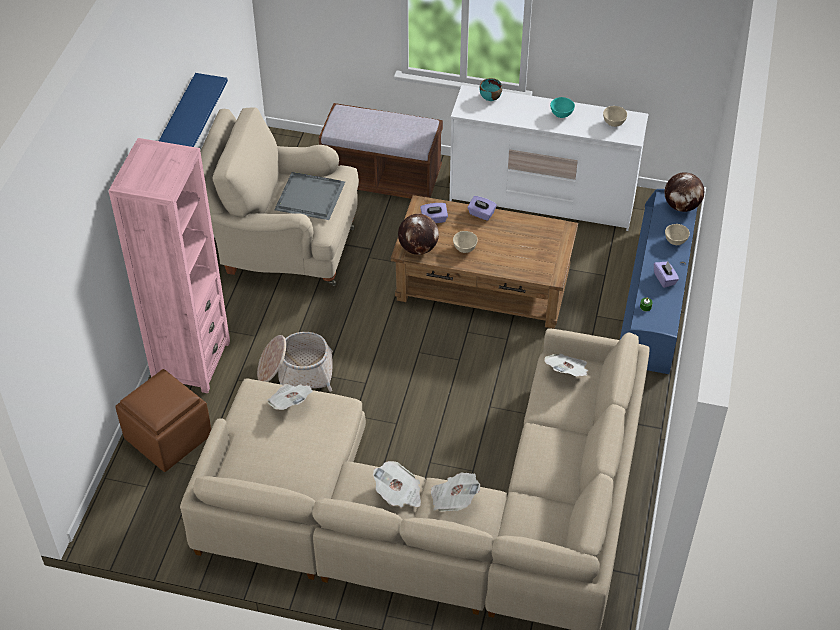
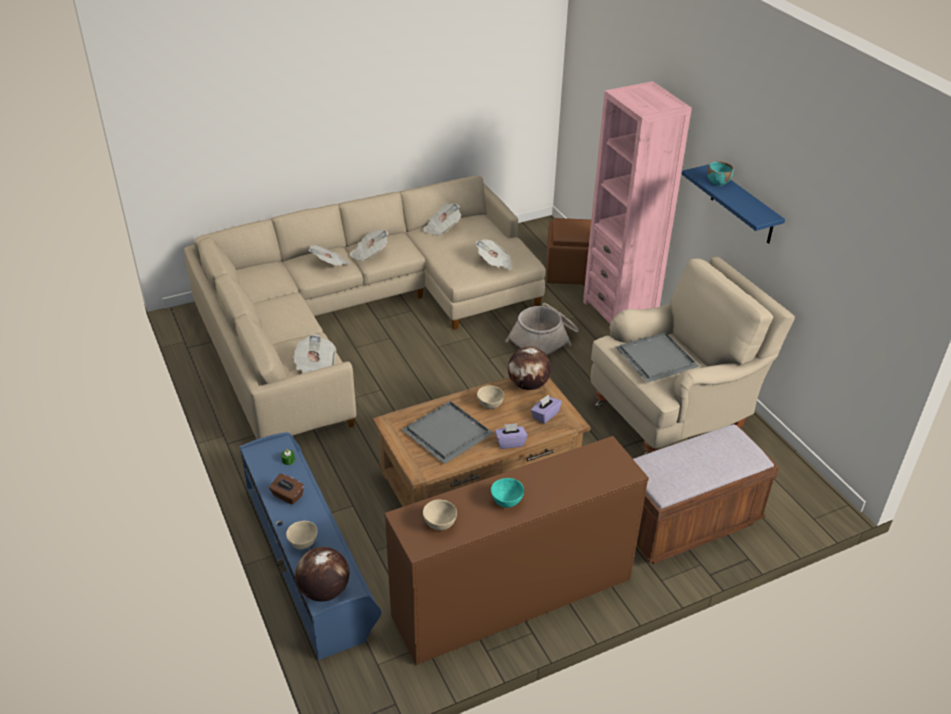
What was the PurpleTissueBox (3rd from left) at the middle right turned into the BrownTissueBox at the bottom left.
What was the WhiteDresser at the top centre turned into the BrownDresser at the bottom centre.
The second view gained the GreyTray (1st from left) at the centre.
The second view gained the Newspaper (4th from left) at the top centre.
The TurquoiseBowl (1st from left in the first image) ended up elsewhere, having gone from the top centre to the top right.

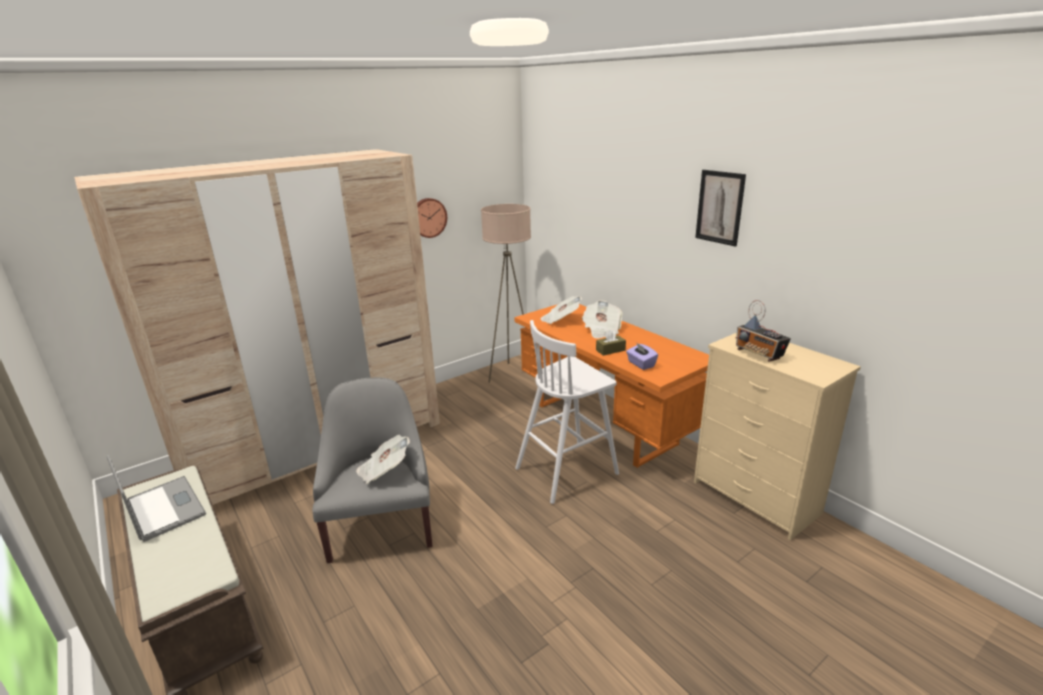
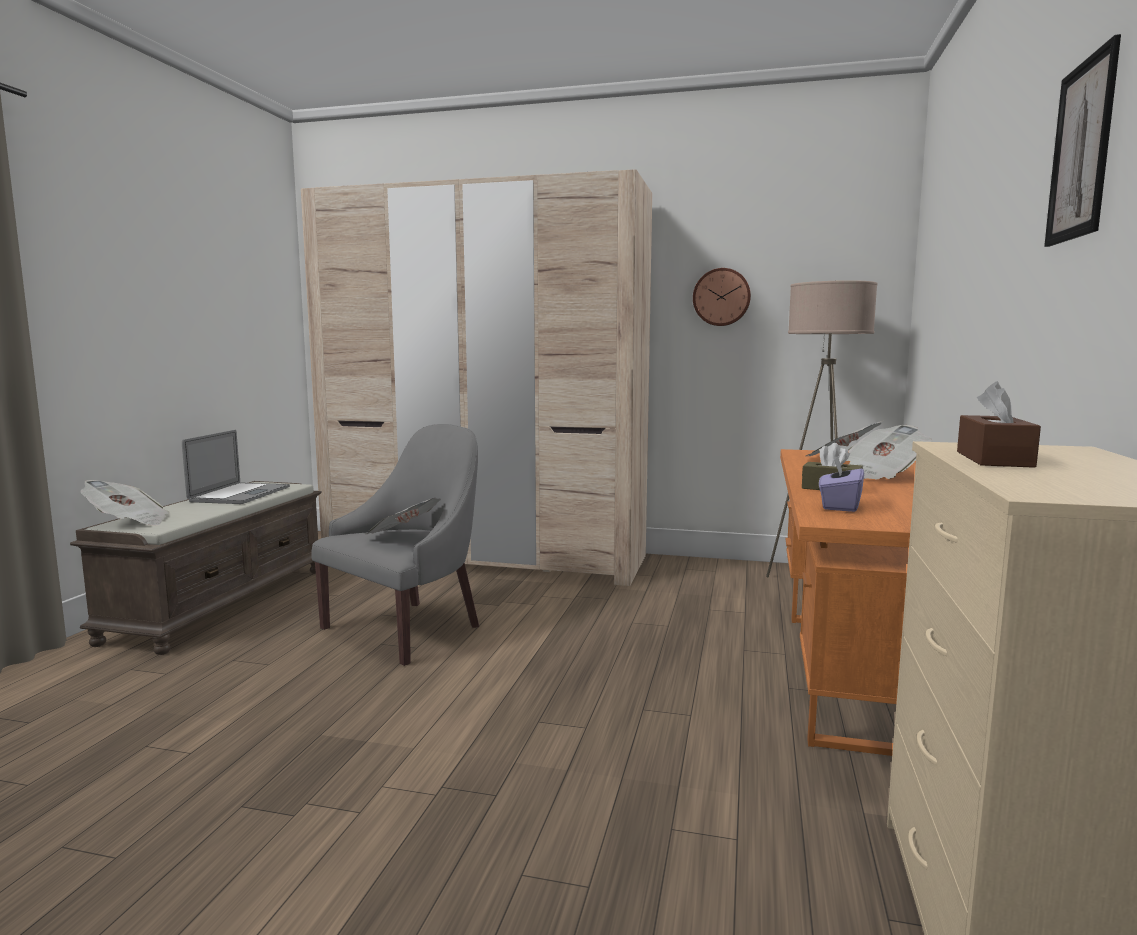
The second view gained the Newspaper (1st from left) at the middle left.
Where the Radio stood at the middle right, the BrownTissueBox (2nd from left) came to stand at the middle right.
The second view lost the WhiteStool at the centre.

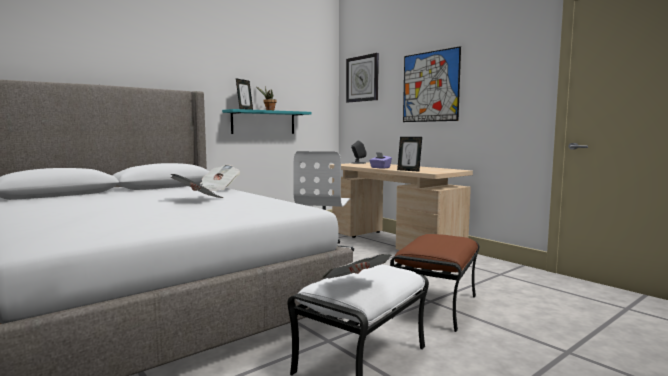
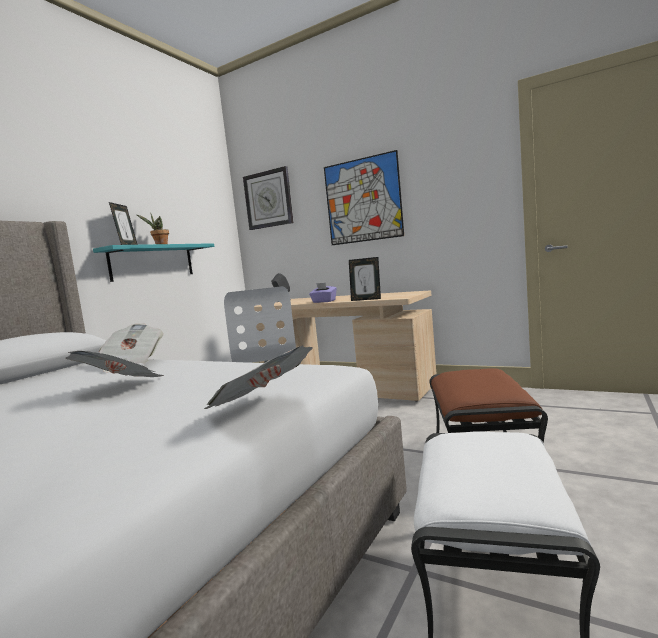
The Newspaper (3rd from left) ended up elsewhere, having gone from the bottom centre to the centre.

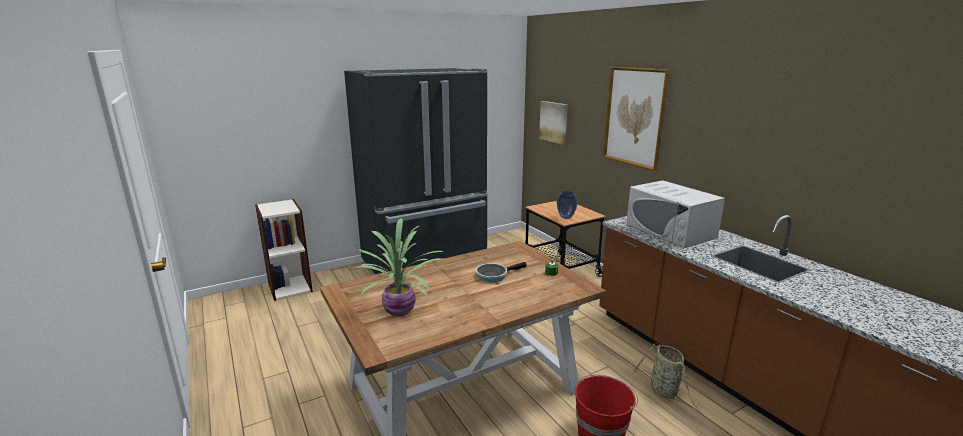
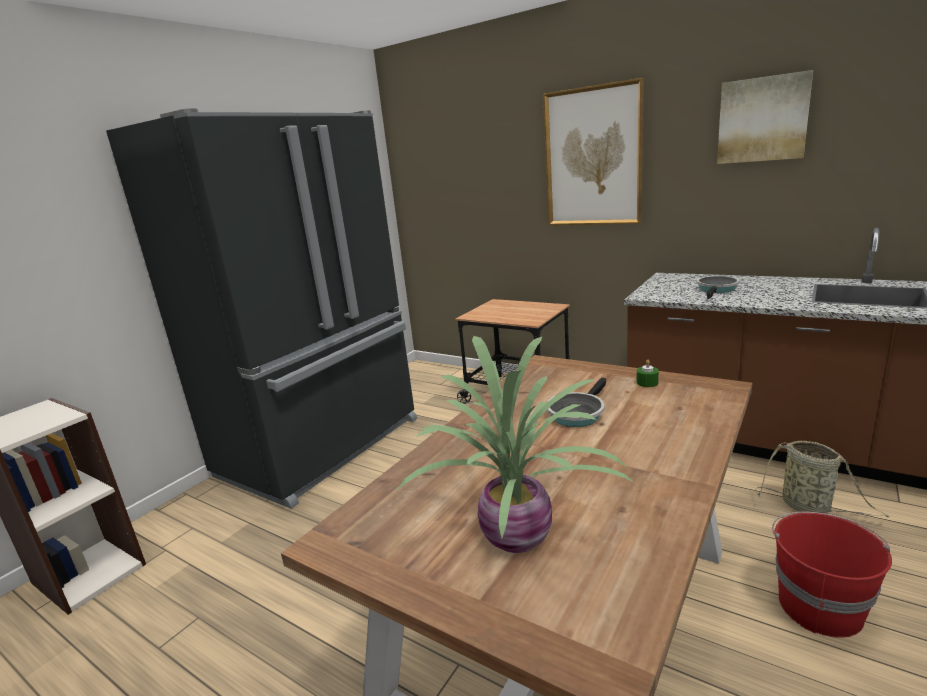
Where the WhiteMicrowave stood at the middle right, the FryingPan (2nd from left) came to stand at the middle right.
The Picture (1st from left in the first image) ended up elsewhere, having gone from the top centre to the top right.
The second view lost the Vase at the centre.

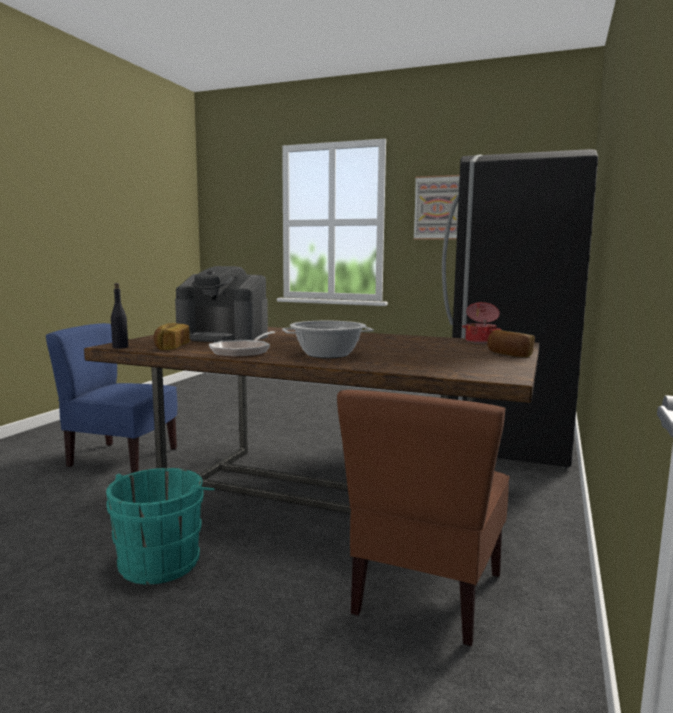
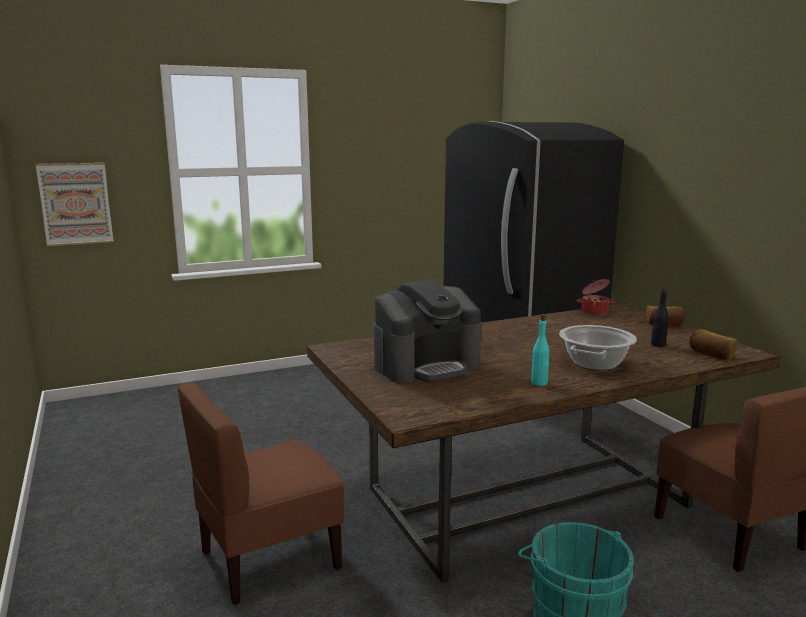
The Picture ended up elsewhere, having gone from the top centre to the top left.
What was the BlueChair at the middle left turned into the BrownChair (1st from left) at the bottom left.
Where the FryingPan stood at the centre, the TurquoiseBottle came to stand at the middle right.
The BlackBottle ended up elsewhere, having gone from the middle left to the middle right.
The Bread (1st from left in the first image) ended up elsewhere, having gone from the middle left to the middle right.

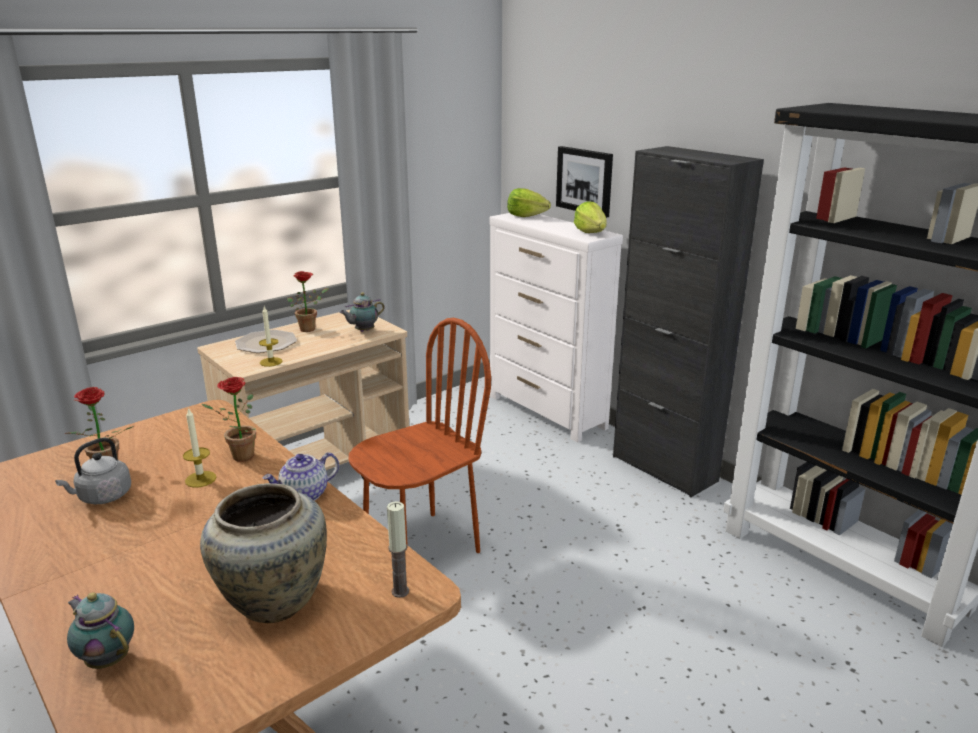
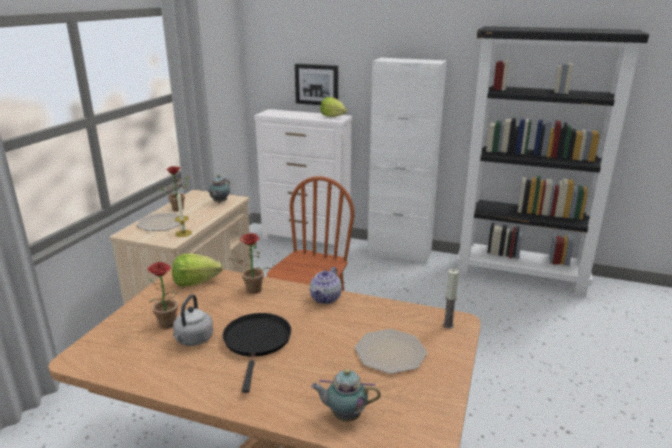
The Lettuce (1st from left) ended up elsewhere, having gone from the top centre to the middle left.
The second view gained the BlackFryingPan at the bottom centre.
Where the BeigeVase stood at the bottom left, the Plate (2nd from left) came to stand at the bottom centre.
What was the BlackCabinet at the middle right turned into the WhiteCabinet at the centre.
The second view lost the Candle (1st from left) at the middle left.

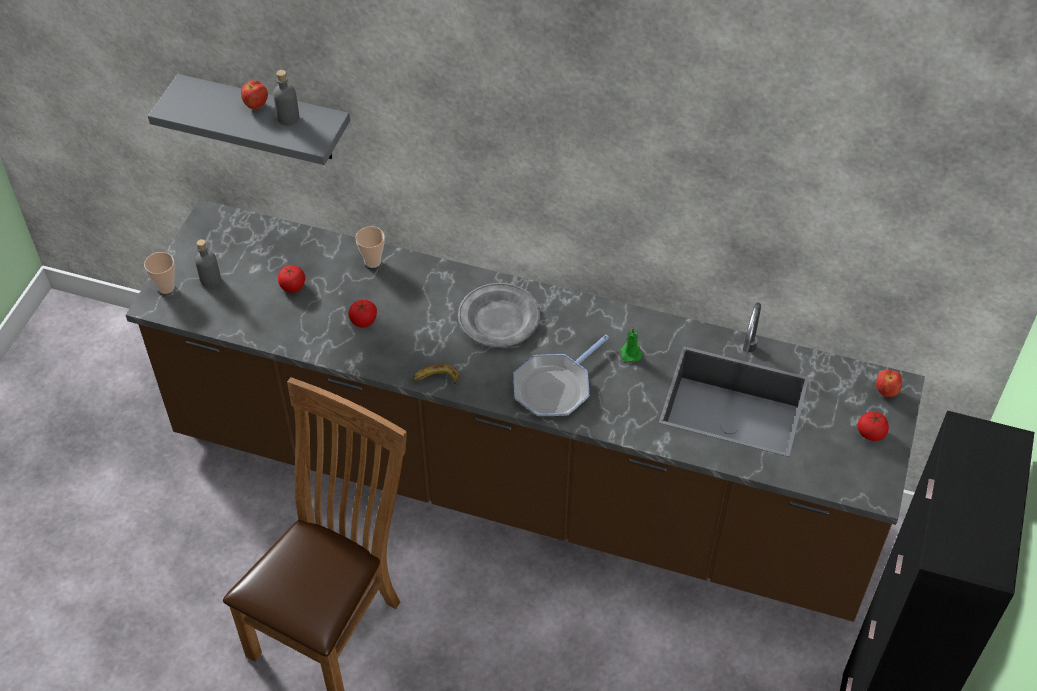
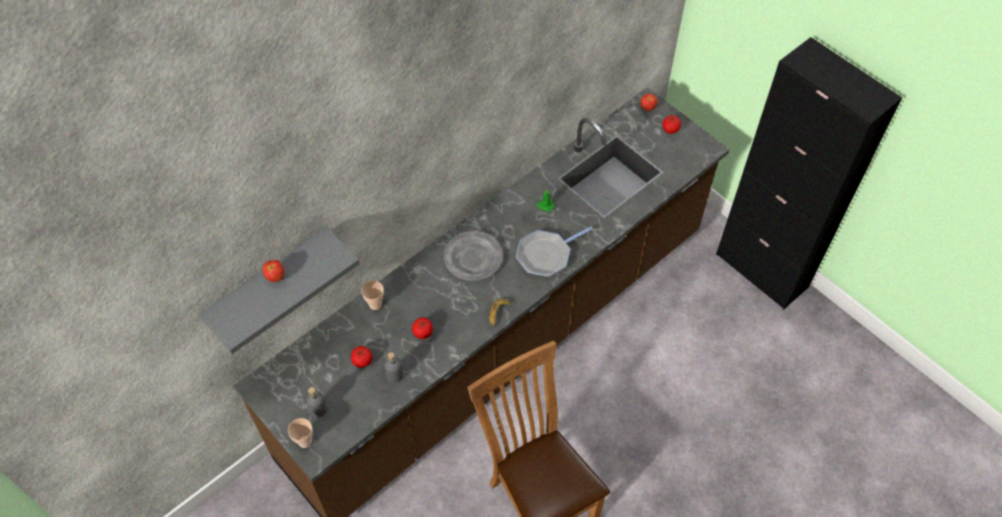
The GreyBottle (2nd from left) ended up elsewhere, having gone from the top left to the bottom centre.
The FryingPan at the centre ended up facing another way, 75 degrees clockwise from before.

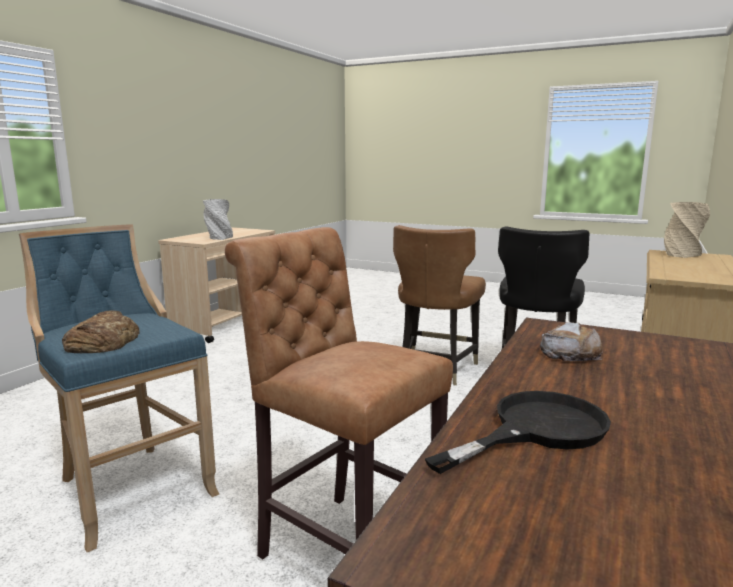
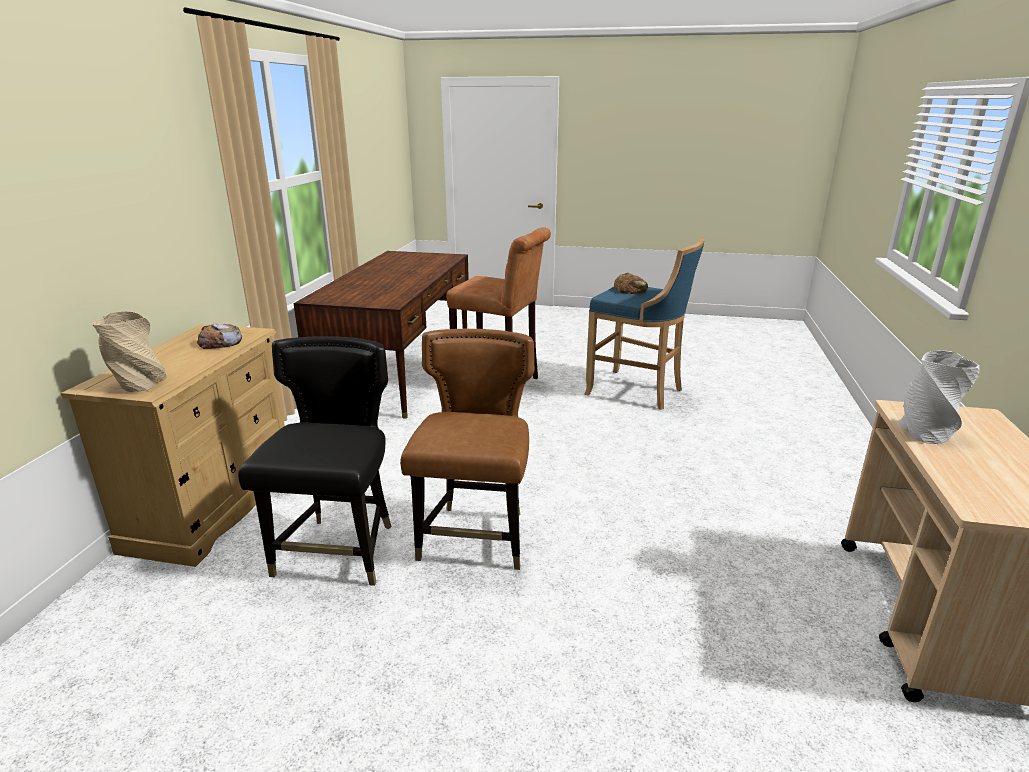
The Bread (2nd from left in the first image) ended up elsewhere, having gone from the middle right to the middle left.
The second view lost the BlackFryingPan at the bottom right.

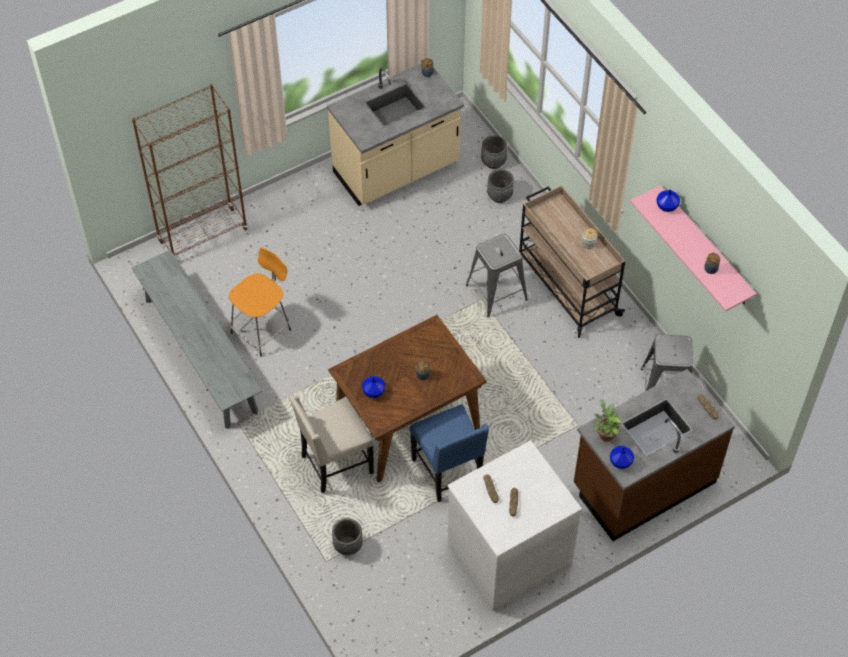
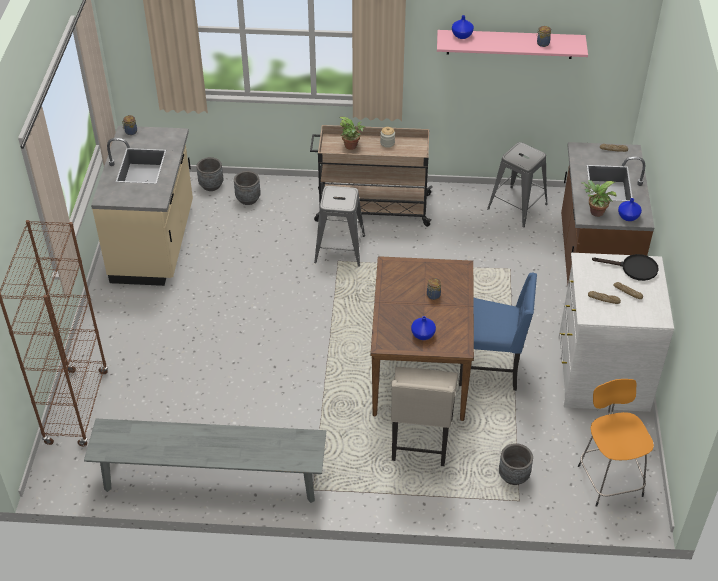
The second view gained the PottedPlant (1st from left) at the top centre.
The OrangeStool ended up elsewhere, having gone from the middle left to the bottom right.
The second view gained the BlackFryingPan at the middle right.

